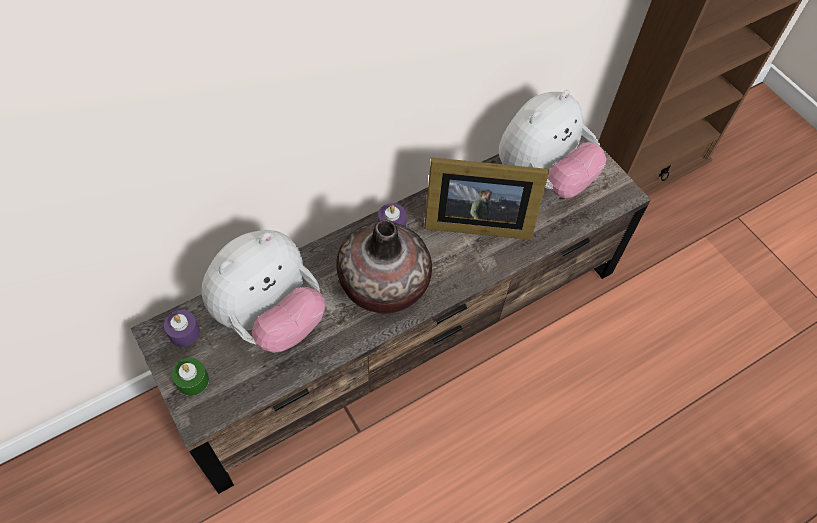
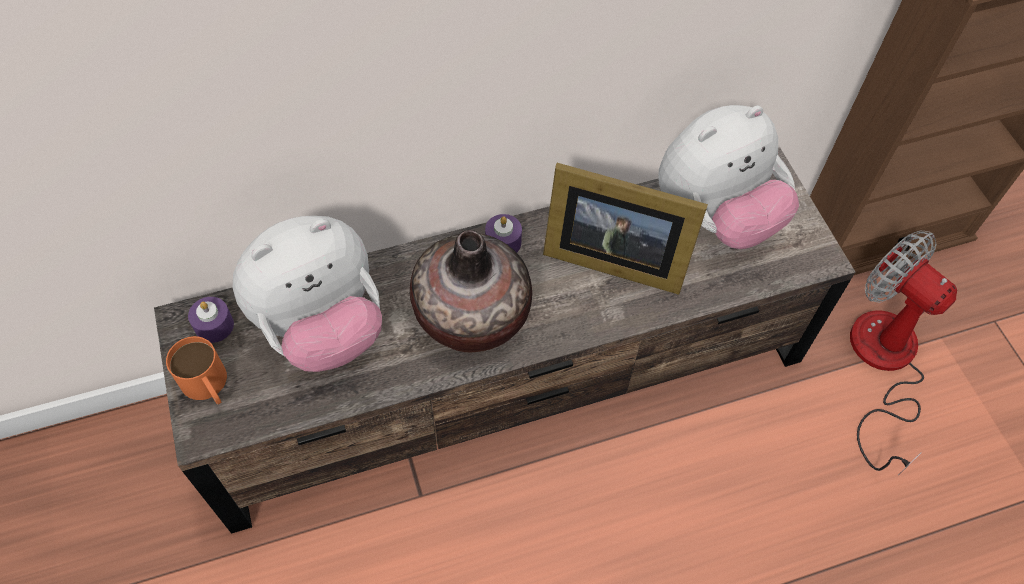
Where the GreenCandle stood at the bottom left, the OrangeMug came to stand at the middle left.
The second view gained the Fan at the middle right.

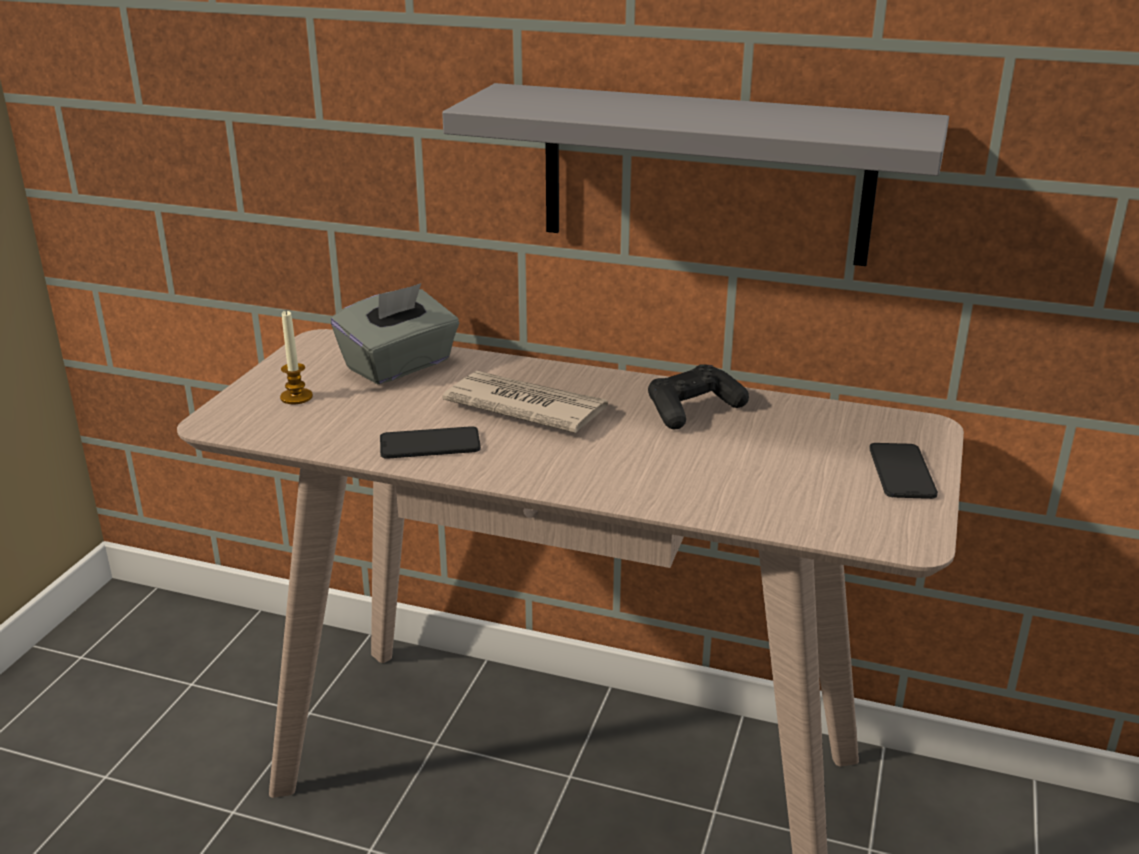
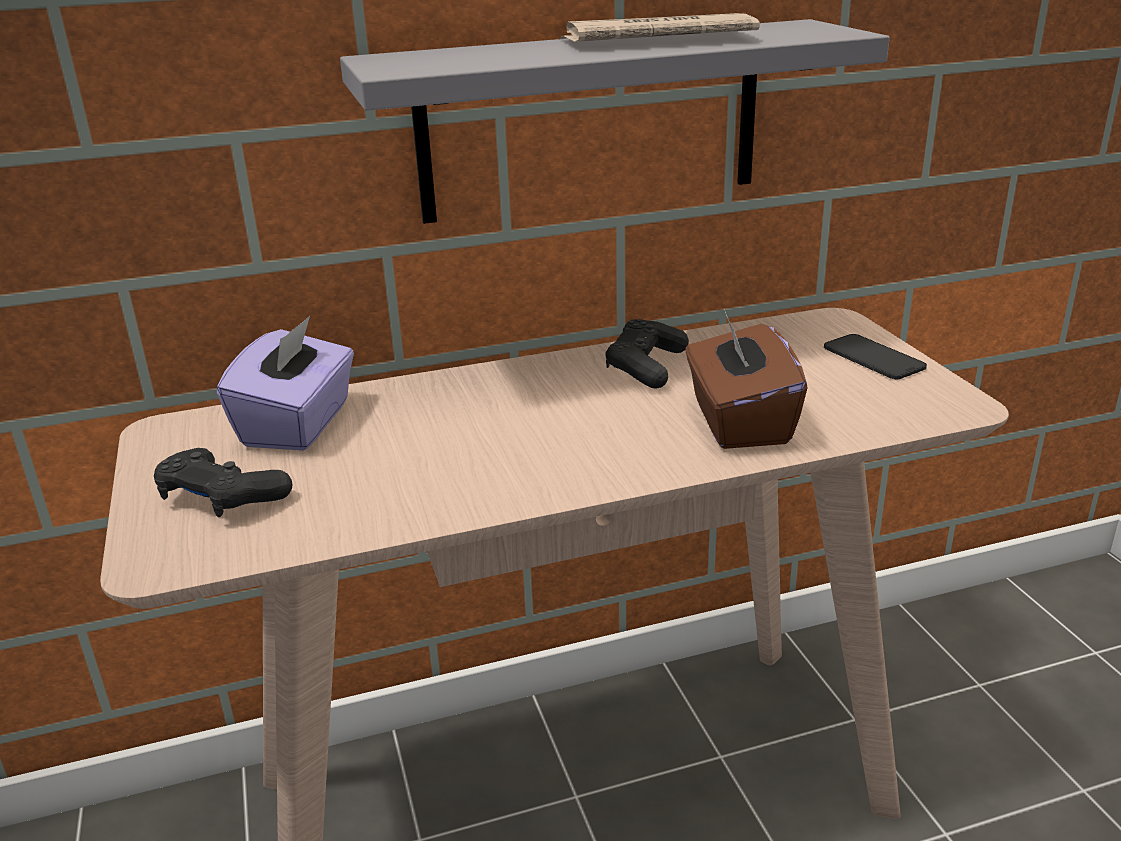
Where the Candle stood at the middle left, the BlackGameController (1st from left) came to stand at the middle left.
What was the GreyTissueBox at the centre turned into the PurpleTissueBox at the middle left.
The Newspaper ended up elsewhere, having gone from the centre to the top centre.
The second view gained the BrownTissueBox at the centre.
The second view lost the Phone (1st from left) at the centre.

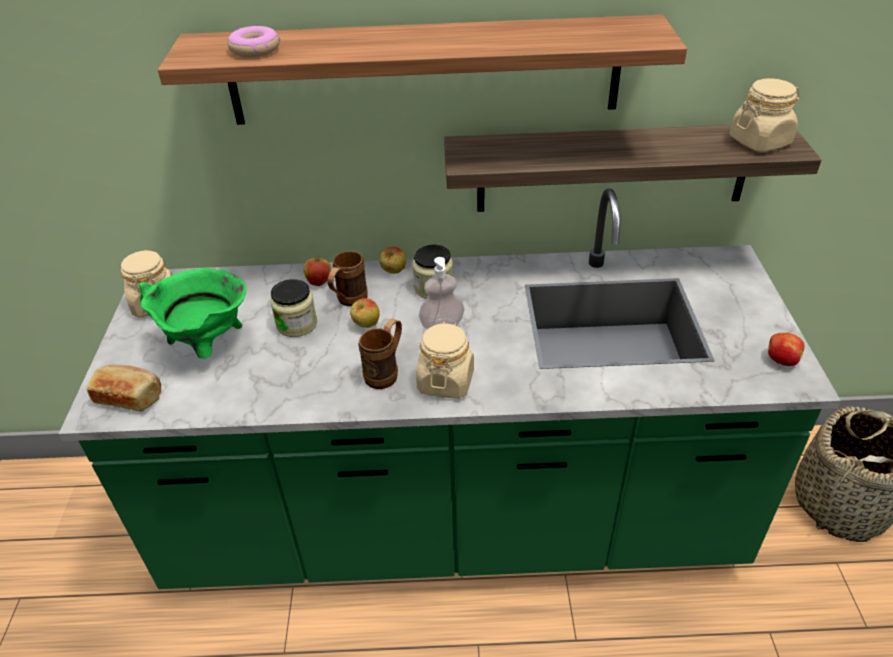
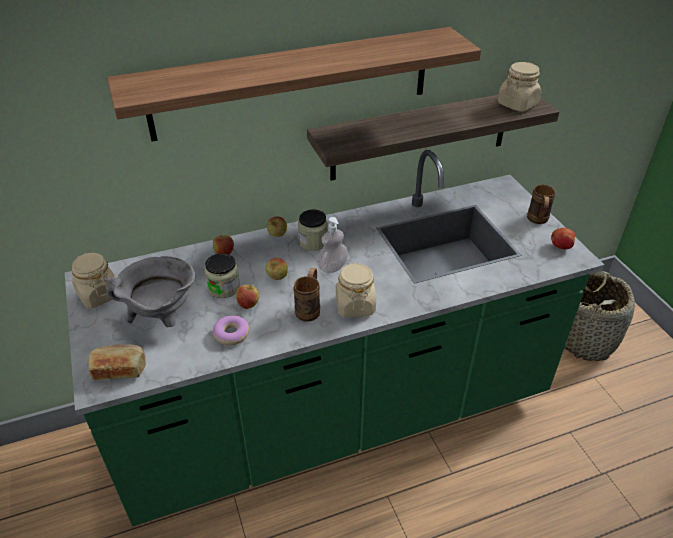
What was the GreenCookingPot at the middle left turned into the GreyCookingPot at the middle left.
The Donut ended up elsewhere, having gone from the top left to the centre.
The second view gained the Apple (2nd from left) at the centre.
The BrownMug (1st from left in the first image) ended up elsewhere, having gone from the centre to the middle right.

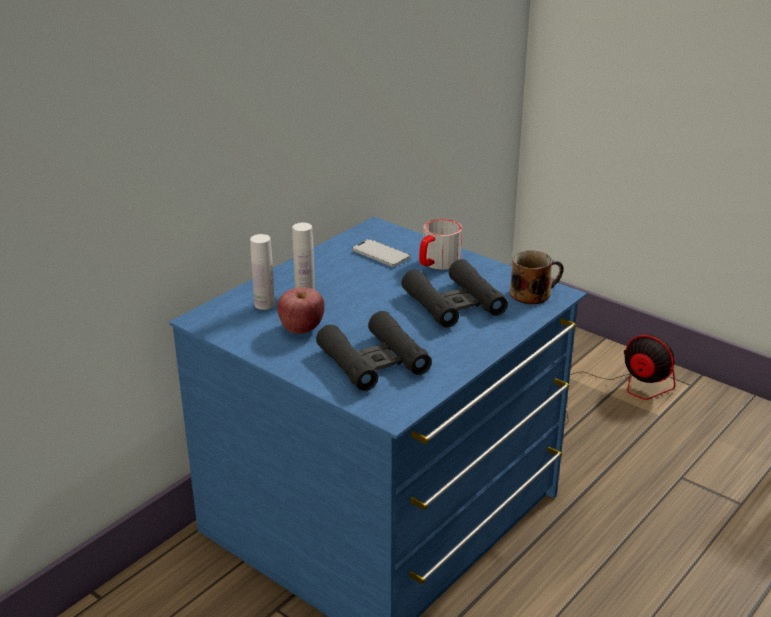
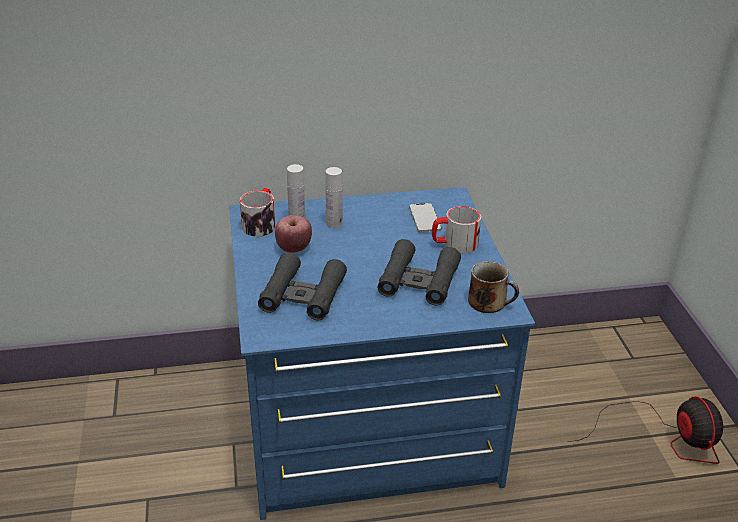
The second view gained the Mug (1st from left) at the centre.

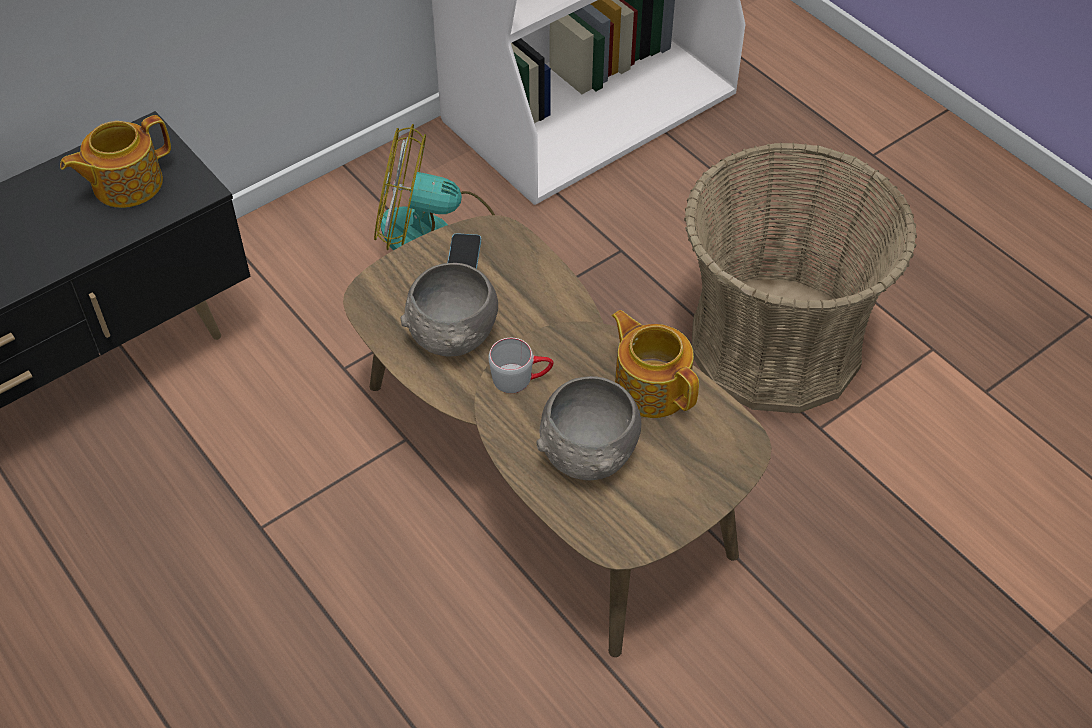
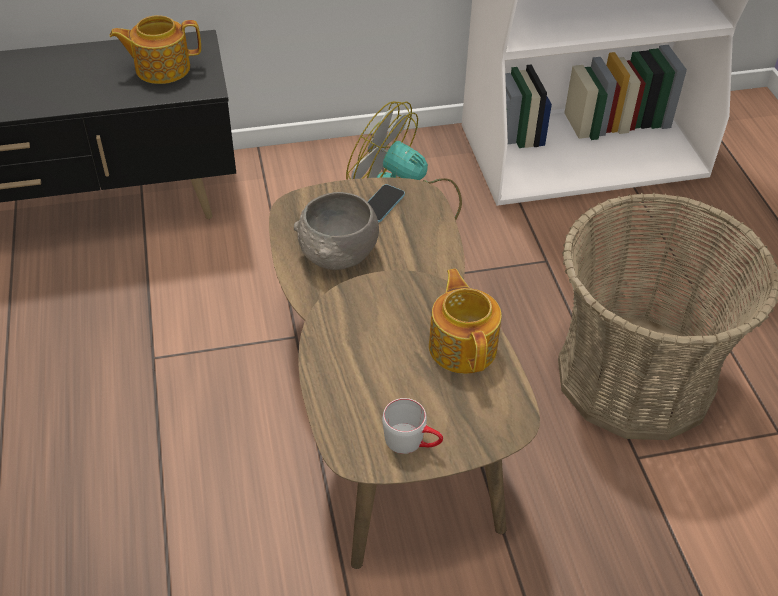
The GreyMug ended up elsewhere, having gone from the centre to the bottom centre.
The second view lost the GreyBowl (2nd from left) at the centre.

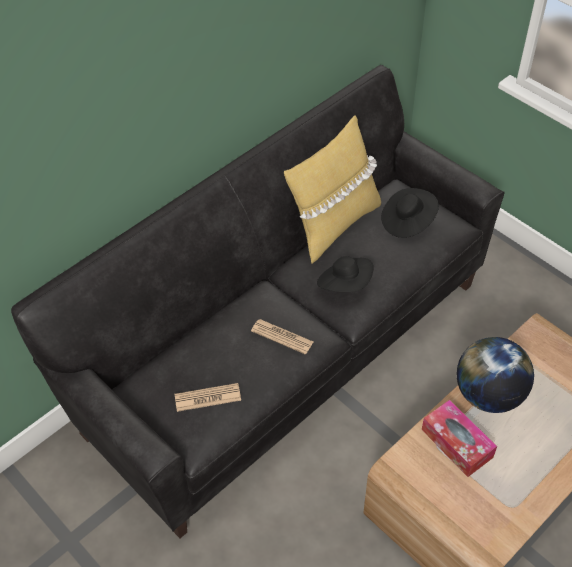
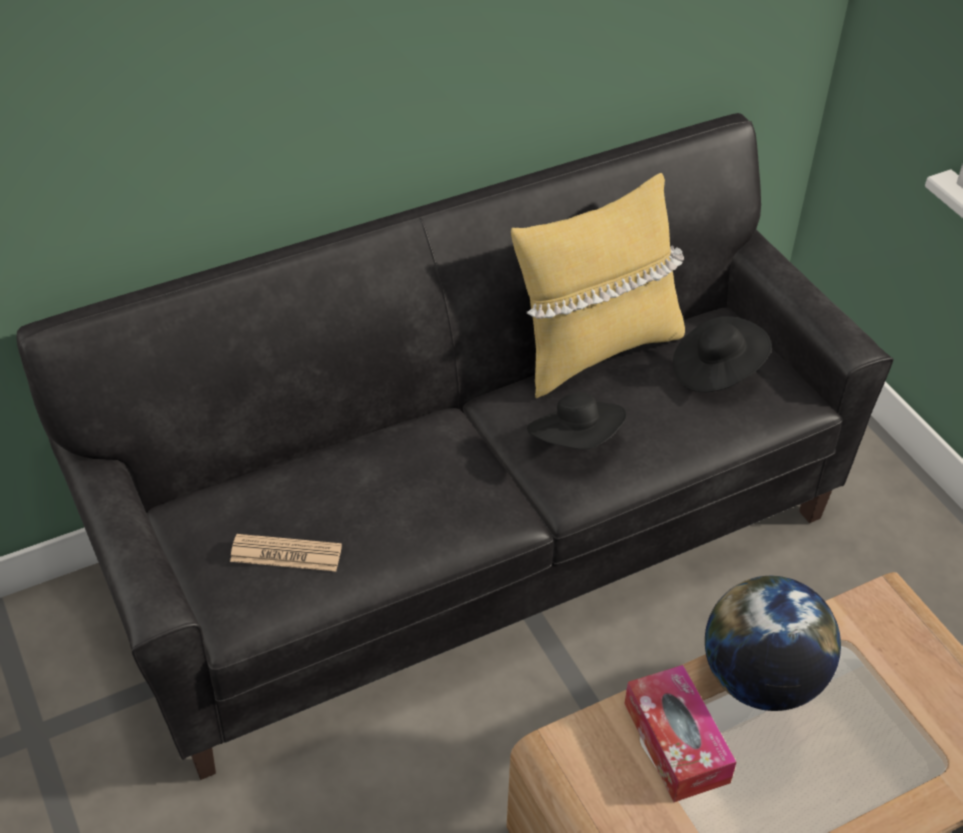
The second view lost the Newspaper (2nd from left) at the centre.

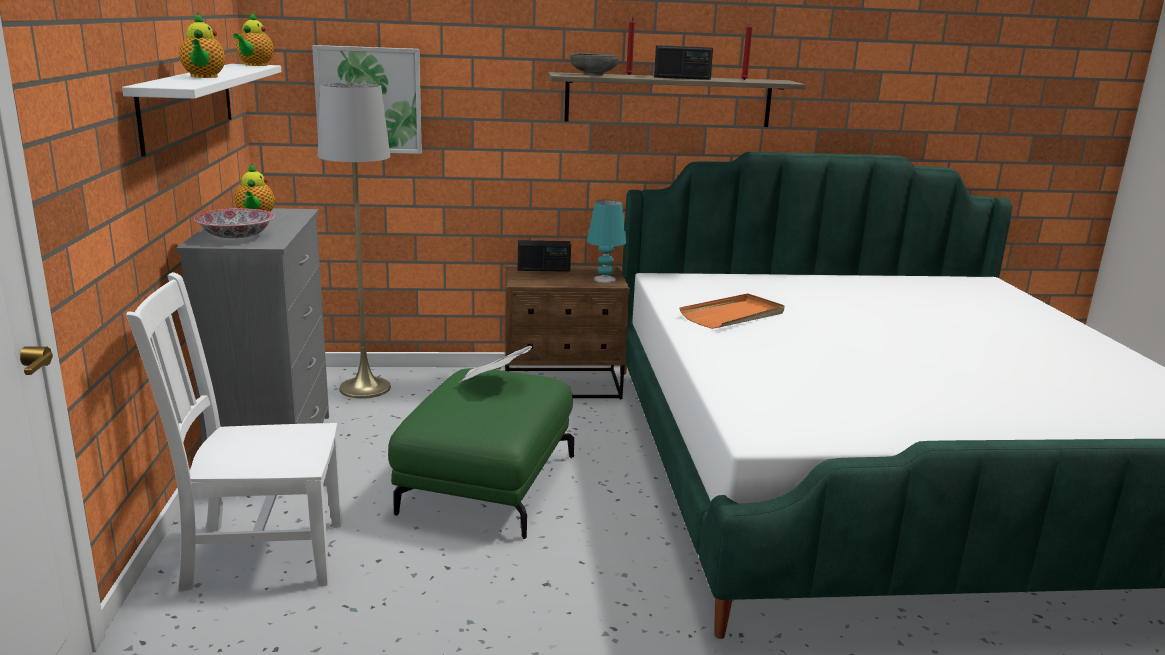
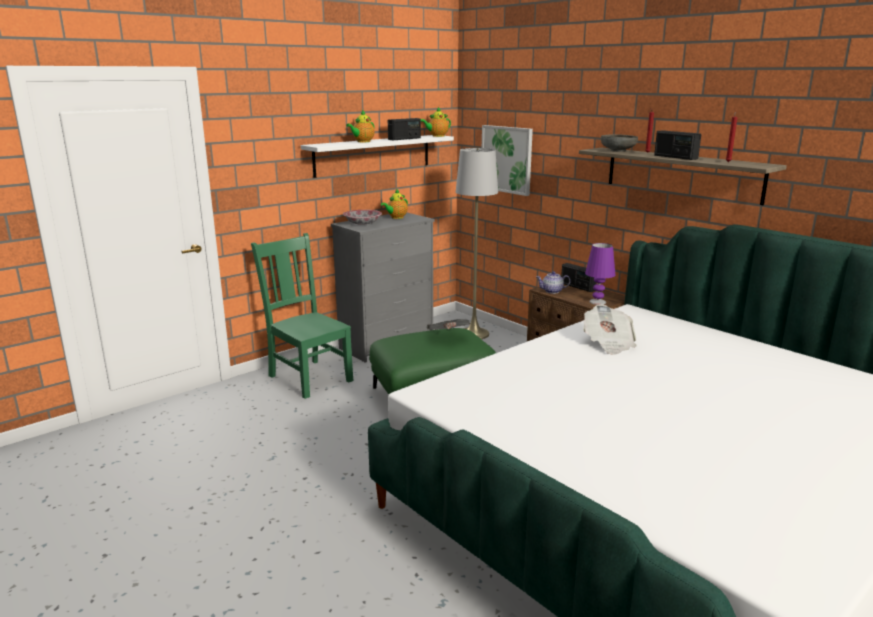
What was the WhiteChair at the middle left turned into the GreenChair at the centre.
The second view gained the Radio (1st from left) at the top centre.
The second view gained the Teapot (4th from left) at the centre.
Where the OrangeTray stood at the centre, the Newspaper (2nd from left) came to stand at the middle right.
What was the TurquoiseTableLamp at the centre turned into the PurpleTableLamp at the middle right.

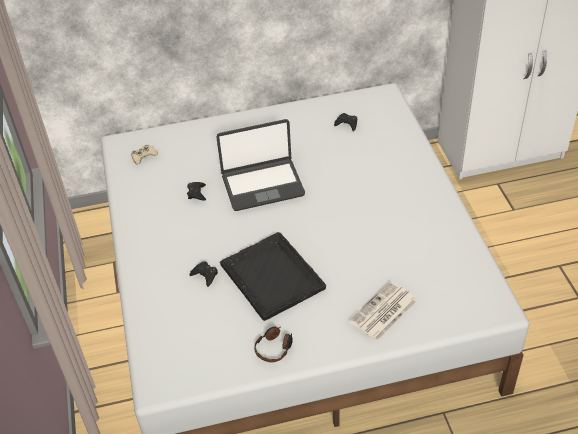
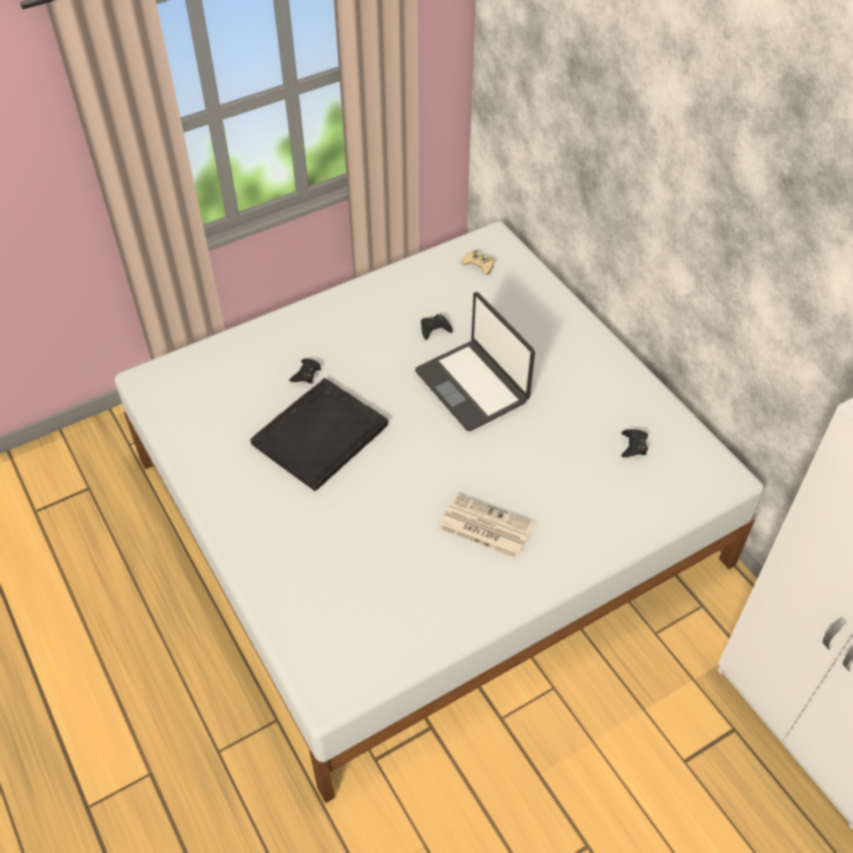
The Newspaper ended up elsewhere, having gone from the bottom centre to the centre.
The second view lost the Headphones at the bottom centre.

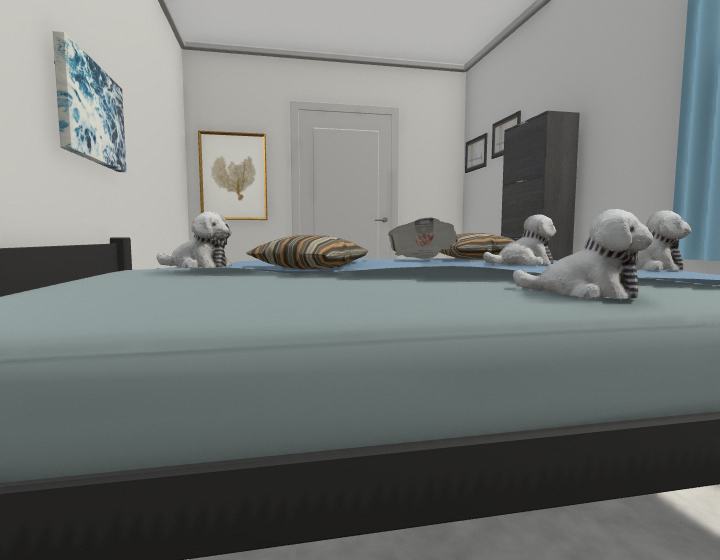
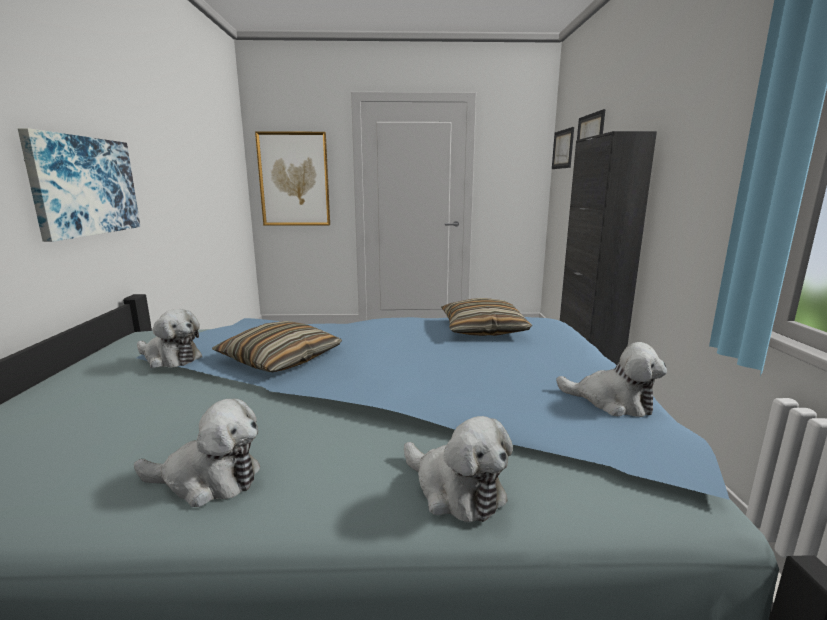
The PlushToy (2nd from left) ended up elsewhere, having gone from the middle right to the bottom left.
The second view lost the Newspaper at the centre.

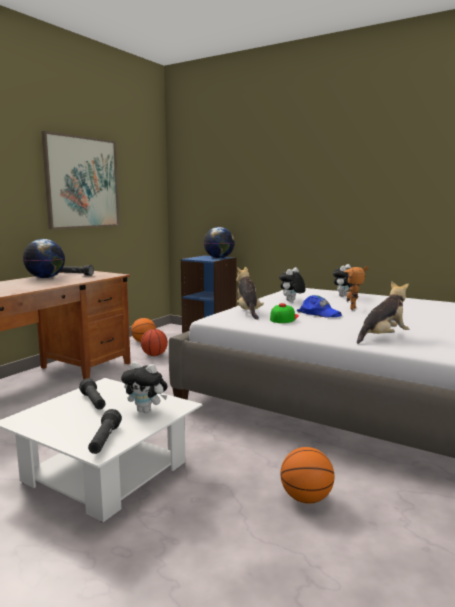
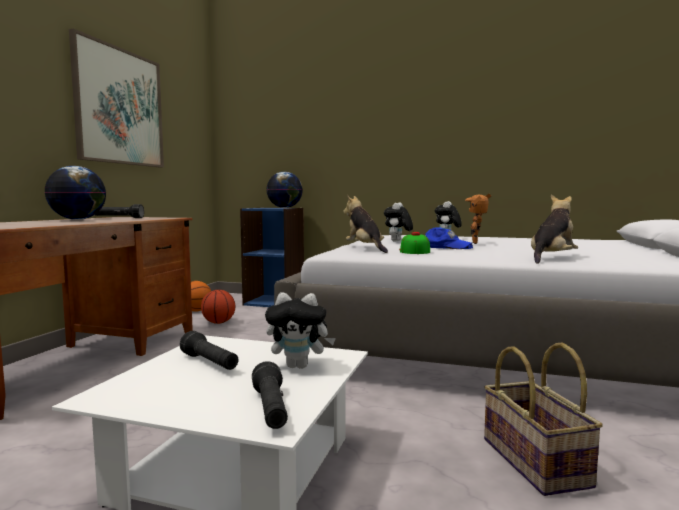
Where the Basketball (3rd from left) stood at the bottom right, the Basket came to stand at the bottom right.

